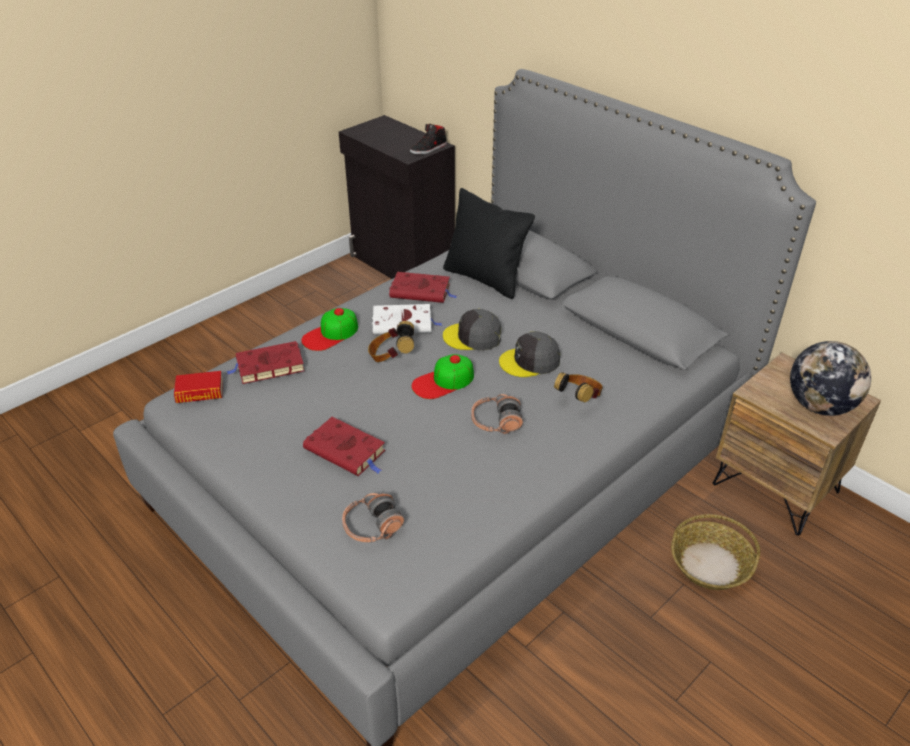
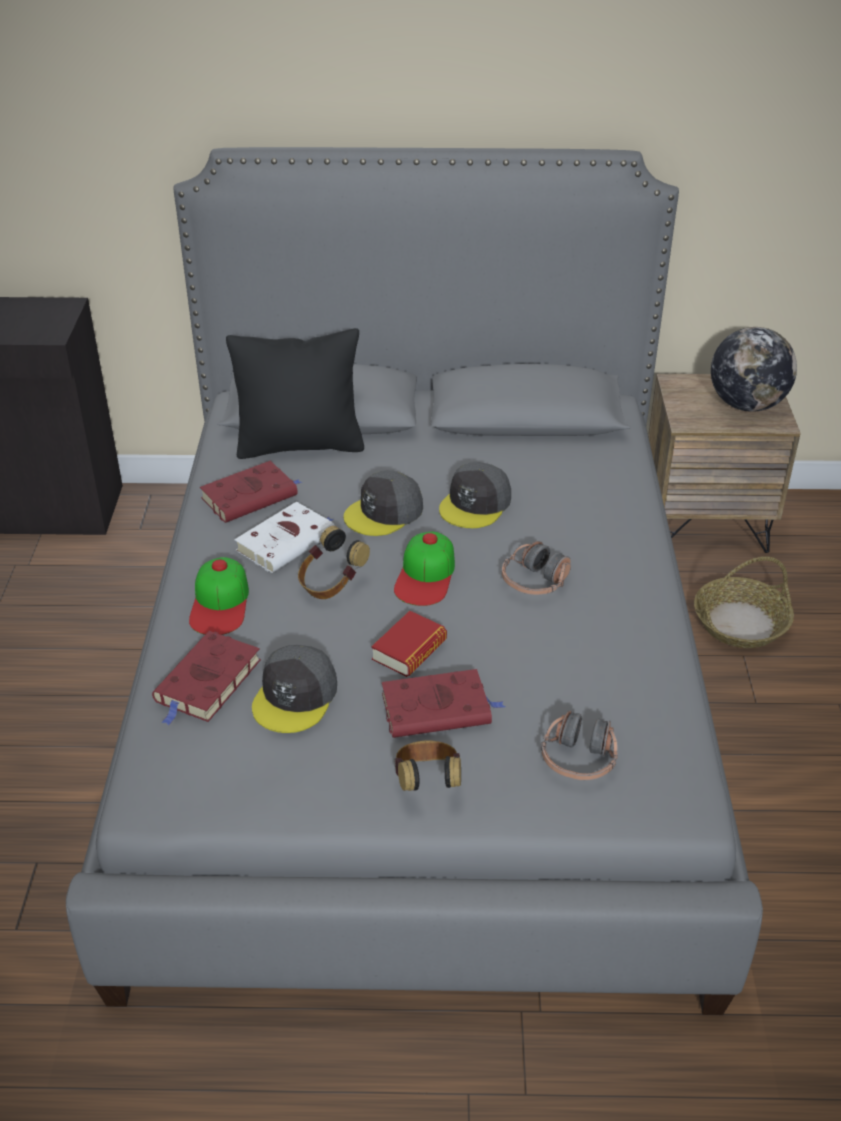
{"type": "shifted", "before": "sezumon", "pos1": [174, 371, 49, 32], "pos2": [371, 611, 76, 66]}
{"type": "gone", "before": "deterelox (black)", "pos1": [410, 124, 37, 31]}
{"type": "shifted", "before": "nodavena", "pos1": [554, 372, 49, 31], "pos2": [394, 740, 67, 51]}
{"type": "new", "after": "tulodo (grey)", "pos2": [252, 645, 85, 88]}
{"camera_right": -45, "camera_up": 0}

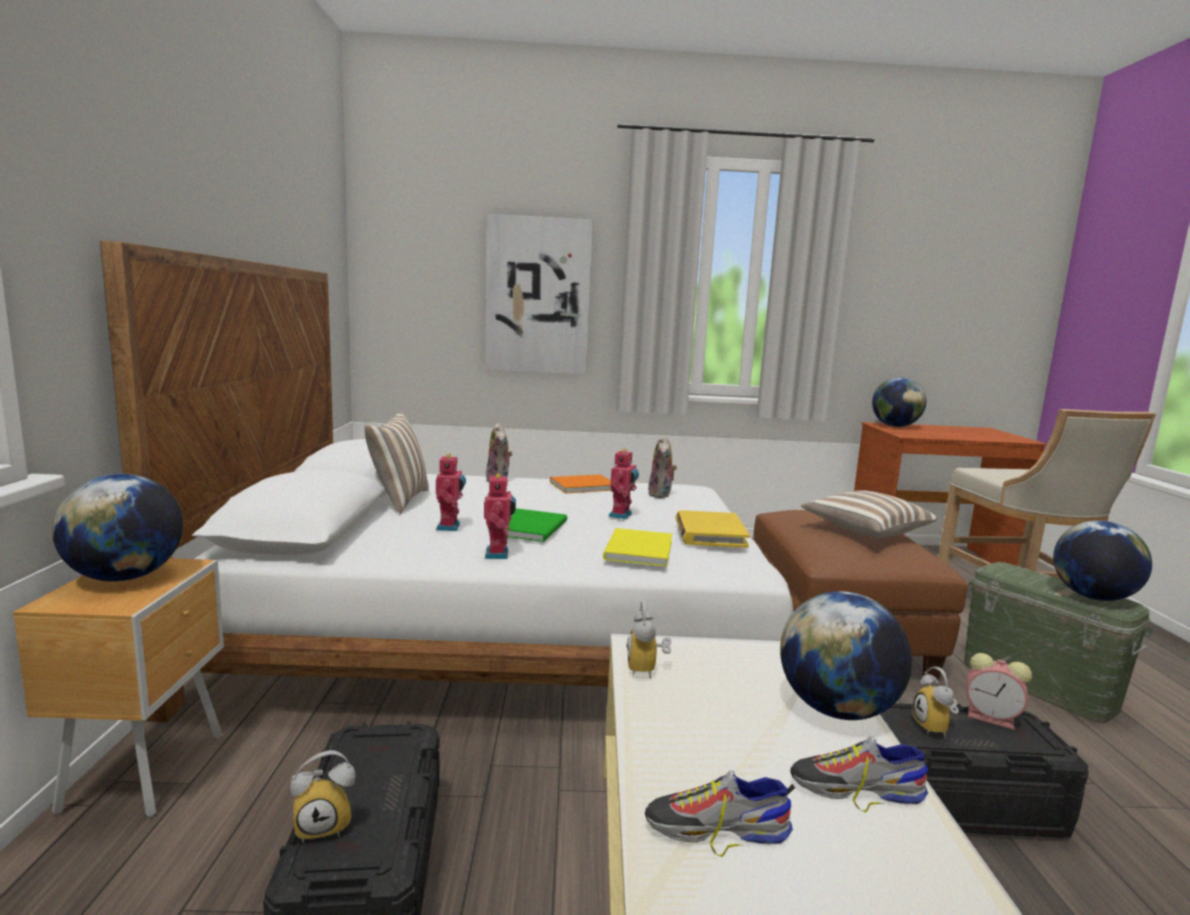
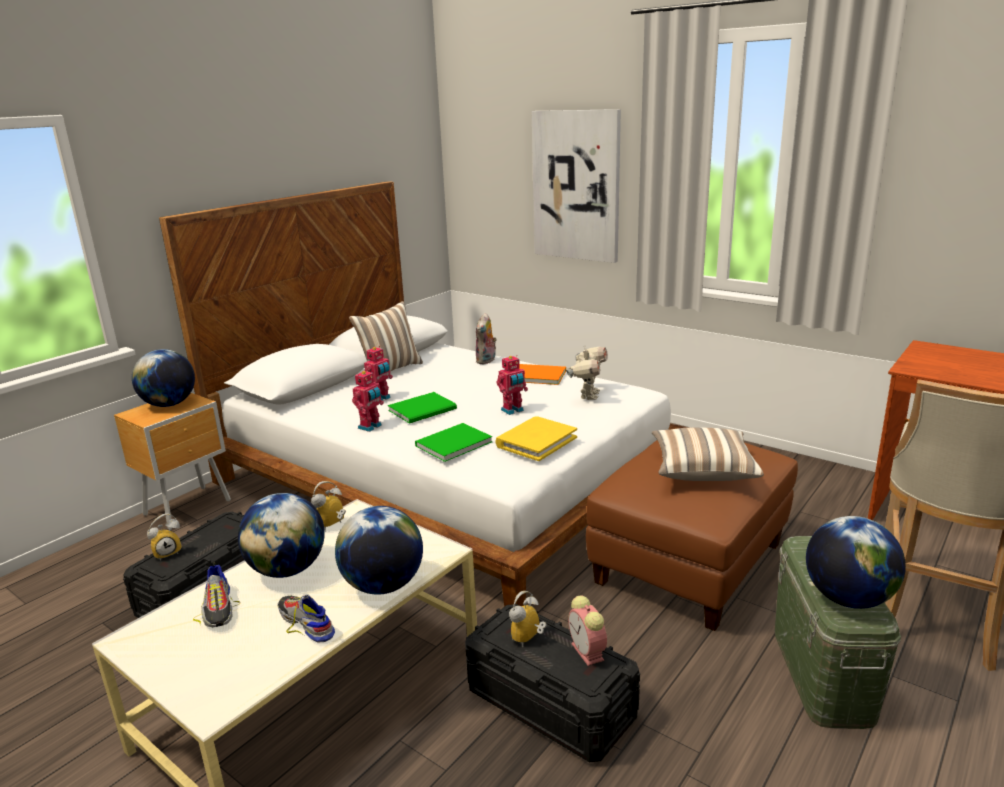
{"type": "rotated", "before": "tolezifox", "pos1": [290, 750, 66, 92], "pos2": [147, 513, 35, 48], "turn": -60}
{"type": "repainted", "before": "sezumon (yellow)", "after": "sezumon (green)", "pos1": [603, 528, 69, 39], "pos2": [415, 423, 78, 39]}
{"type": "rotated", "before": "deterelox", "pos1": [645, 770, 150, 87], "pos2": [193, 562, 47, 65], "turn": -150}
{"type": "swapped", "before": "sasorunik", "after": "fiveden", "pos1": [648, 435, 29, 63], "pos2": [566, 346, 42, 54]}
{"type": "shifted", "before": "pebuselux", "pos1": [872, 377, 54, 50], "pos2": [238, 493, 87, 85]}
{"camera_right": 40, "camera_up": 10}

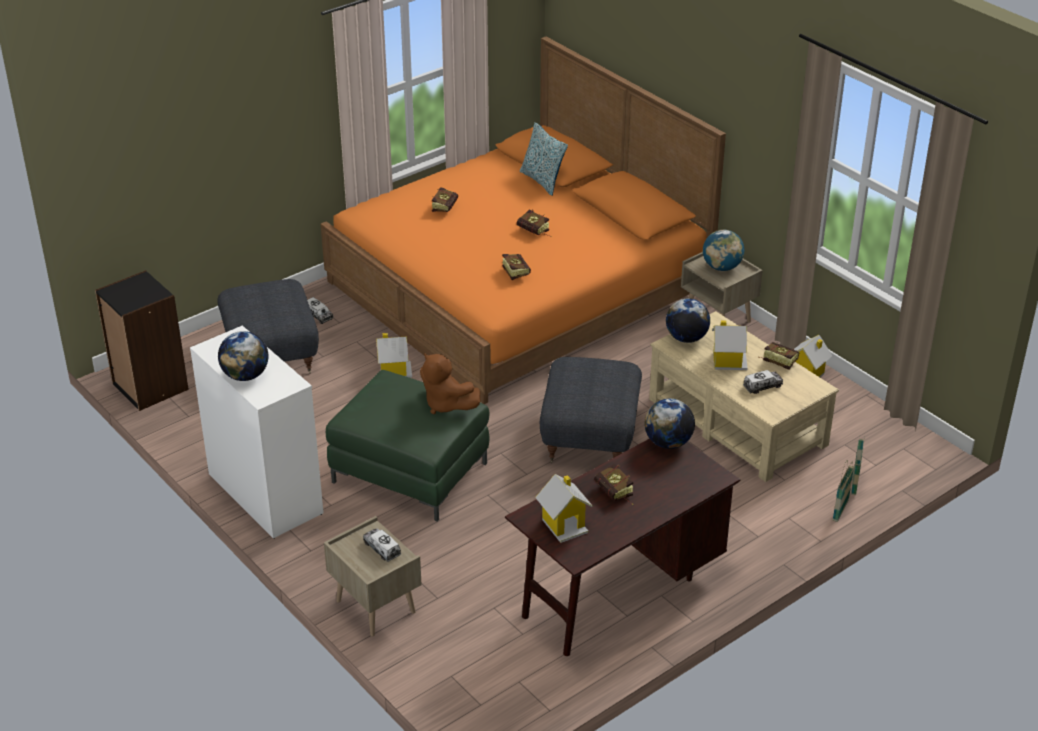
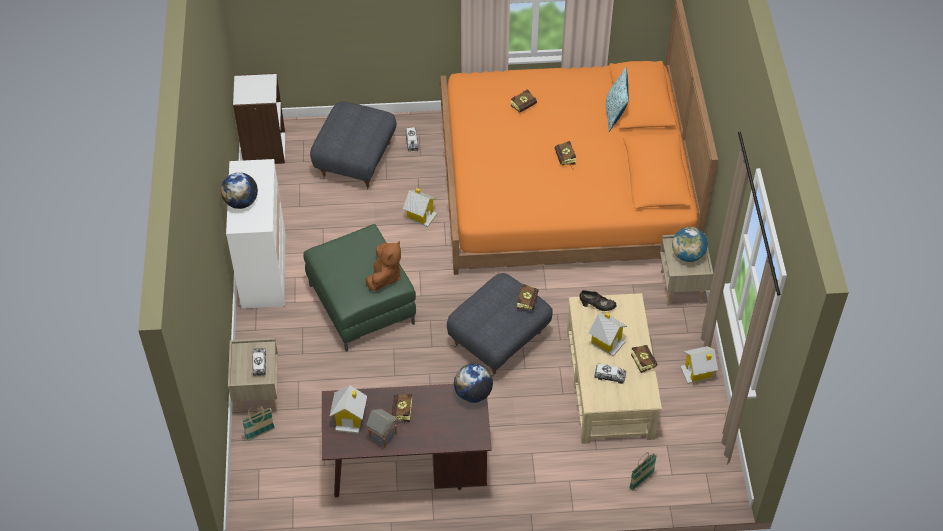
{"type": "repainted", "before": "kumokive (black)", "after": "kumokive (white)", "pos1": [95, 270, 94, 141], "pos2": [233, 73, 52, 91]}
{"type": "rotated", "before": "sasorunik (brown)", "pos1": [420, 352, 60, 62], "pos2": [366, 241, 35, 50], "turn": -150}
{"type": "shifted", "before": "sezumon", "pos1": [502, 254, 29, 26], "pos2": [517, 284, 22, 27]}
{"type": "swapped", "before": "pebuselux", "after": "deterelox (black)", "pos1": [666, 298, 44, 45], "pos2": [579, 290, 38, 21]}
{"type": "shifted", "before": "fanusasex", "pos1": [833, 460, 21, 62], "pos2": [242, 405, 33, 36]}
{"type": "new", "after": "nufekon", "pos2": [366, 409, 31, 39]}
{"camera_right": 35, "camera_up": 15}

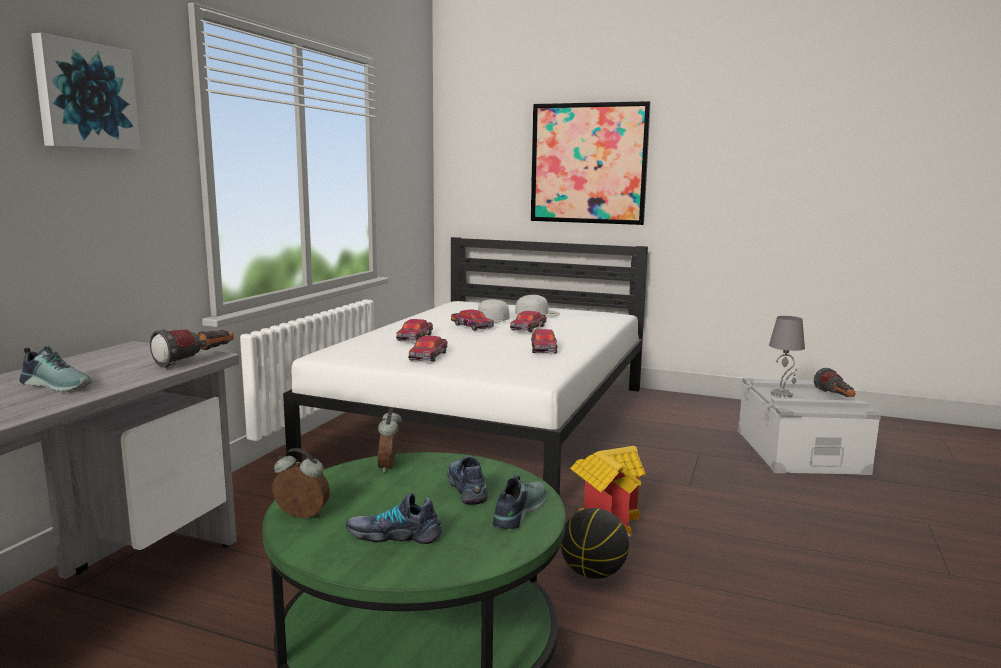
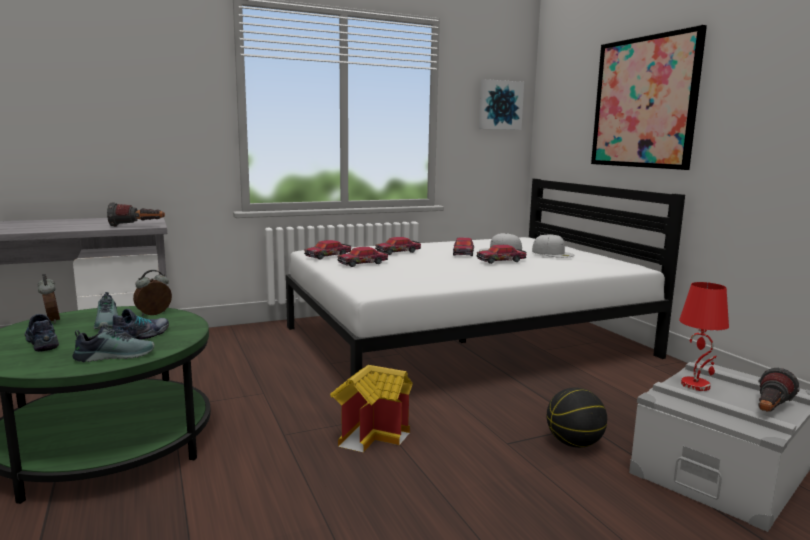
{"type": "shifted", "before": "deterelox", "pos1": [20, 346, 73, 46], "pos2": [94, 292, 24, 37]}
{"type": "shifted", "before": "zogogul", "pos1": [31, 33, 109, 117], "pos2": [479, 79, 45, 51]}
{"type": "shifted", "before": "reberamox", "pos1": [531, 329, 26, 24], "pos2": [304, 240, 47, 20]}
{"type": "shifted", "before": "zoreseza", "pos1": [561, 508, 68, 71], "pos2": [547, 387, 60, 61]}
{"type": "repainted", "before": "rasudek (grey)", "after": "rasudek (red)", "pos1": [769, 316, 36, 82], "pos2": [679, 282, 50, 109]}
{"camera_right": 45, "camera_up": 0}

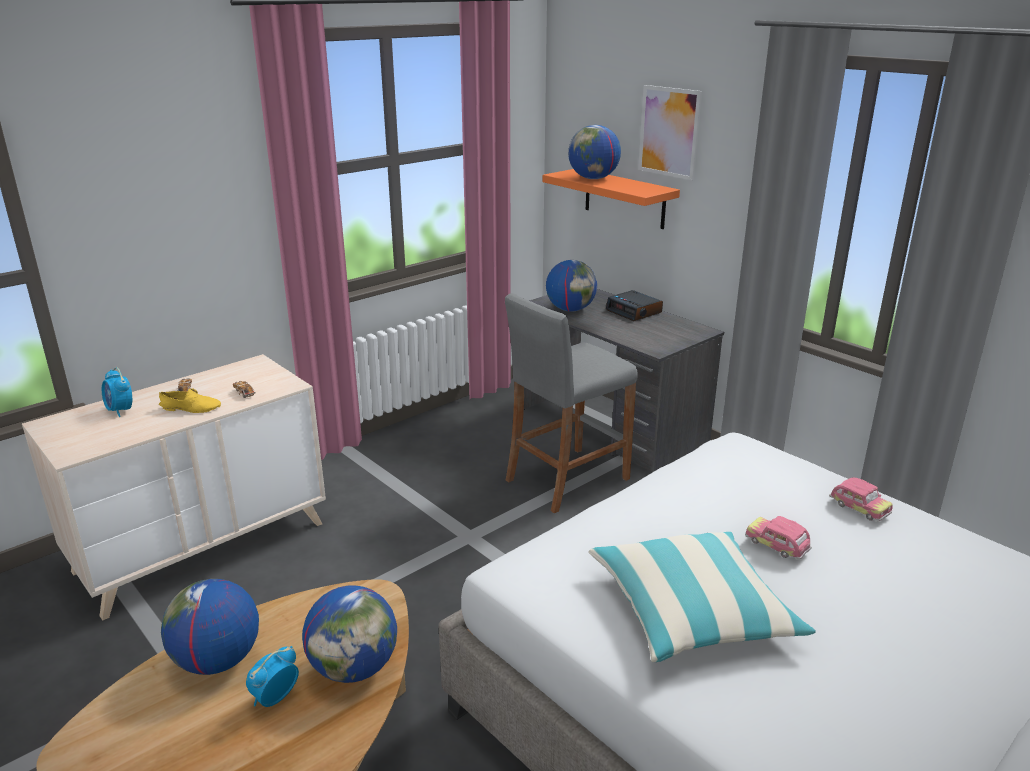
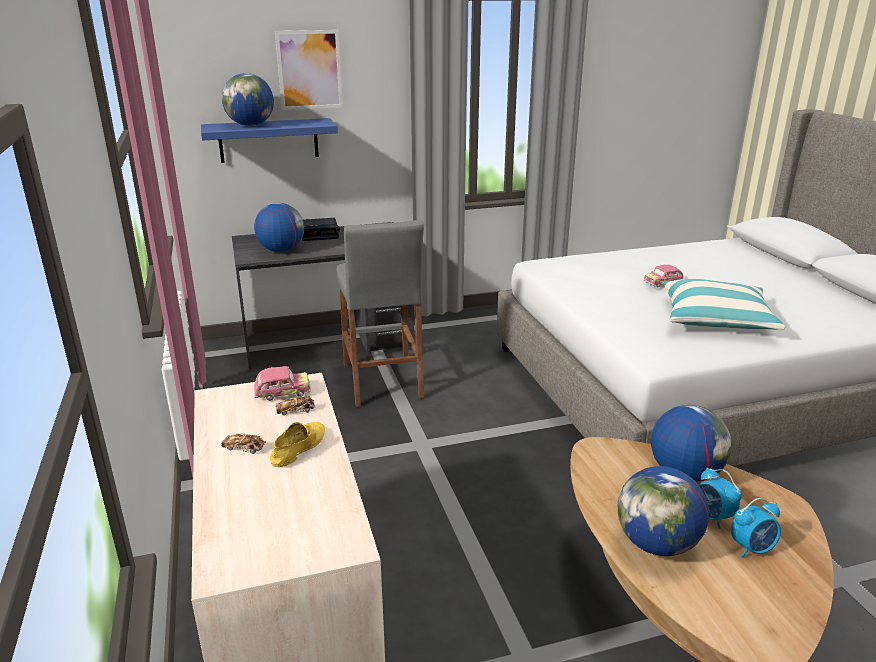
{"type": "shifted", "before": "tolezifox", "pos1": [102, 367, 30, 50], "pos2": [731, 498, 50, 60]}
{"type": "repainted", "before": "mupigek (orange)", "after": "mupigek (blue)", "pos1": [542, 169, 138, 60], "pos2": [201, 118, 137, 45]}
{"type": "shifted", "before": "reberamox", "pos1": [829, 477, 64, 44], "pos2": [254, 366, 57, 35]}
{"camera_right": -65, "camera_up": 0}

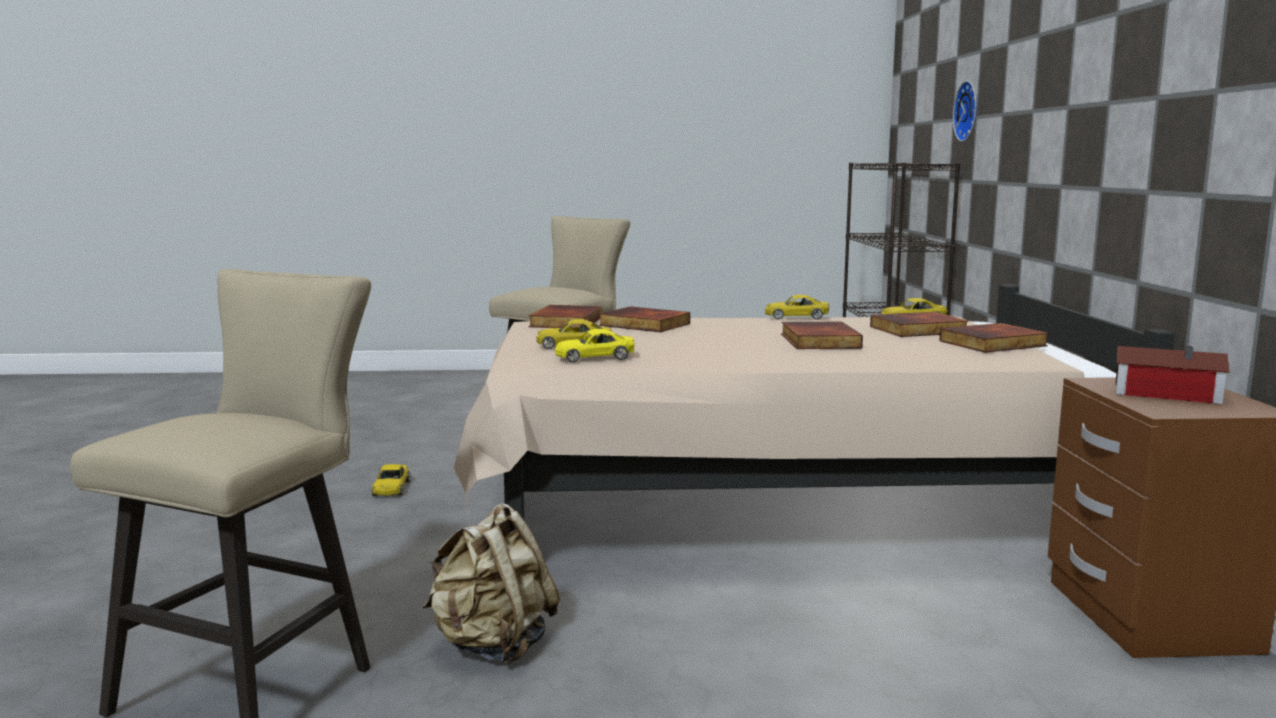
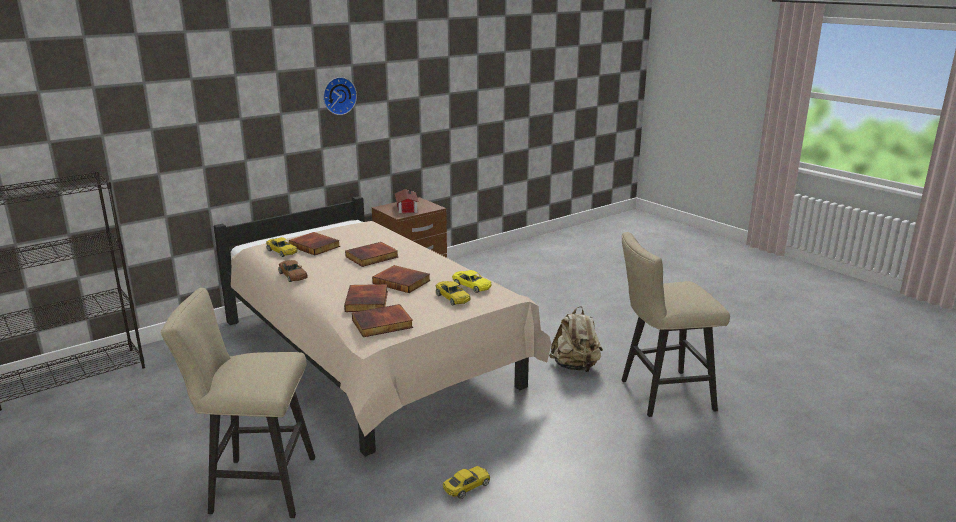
{"type": "repainted", "before": "reberamox (yellow)", "after": "reberamox (brown)", "pos1": [765, 295, 64, 25], "pos2": [278, 260, 30, 22]}
{"type": "shifted", "before": "sezumon", "pos1": [939, 323, 110, 30], "pos2": [372, 265, 59, 28]}
{"type": "shifted", "before": "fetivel", "pos1": [953, 81, 24, 61], "pos2": [323, 77, 34, 38]}
{"camera_right": -125, "camera_up": 10}

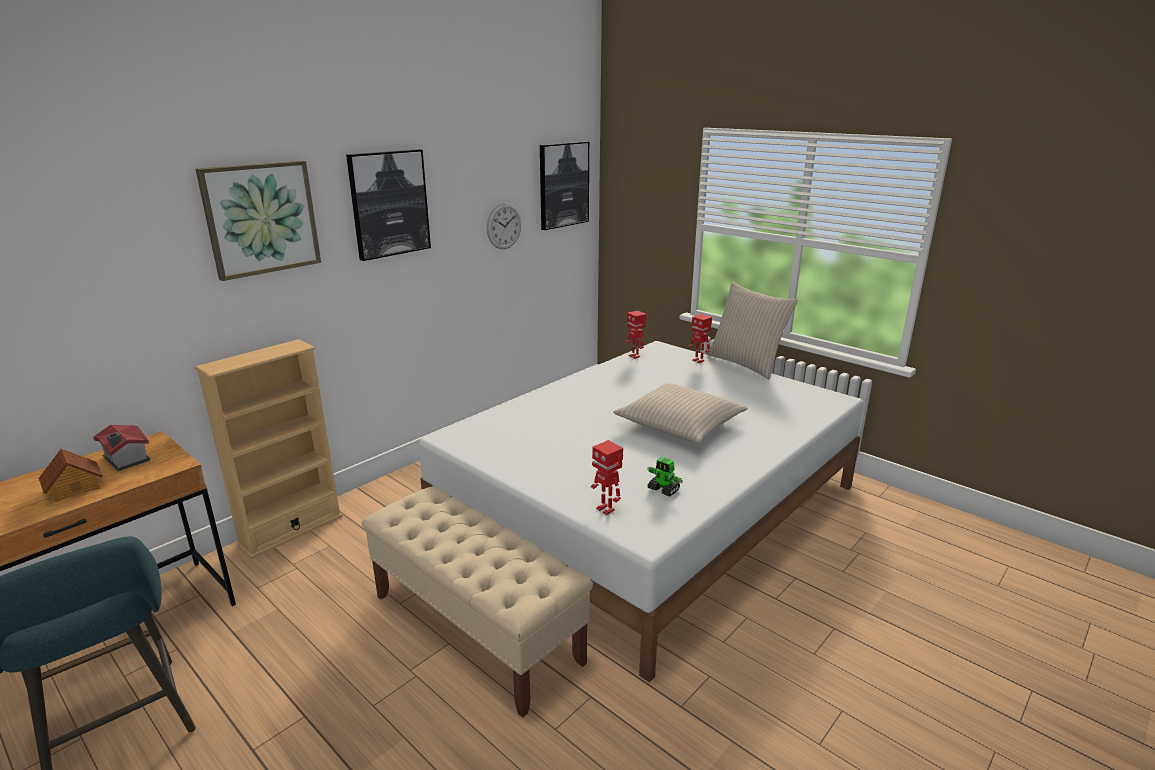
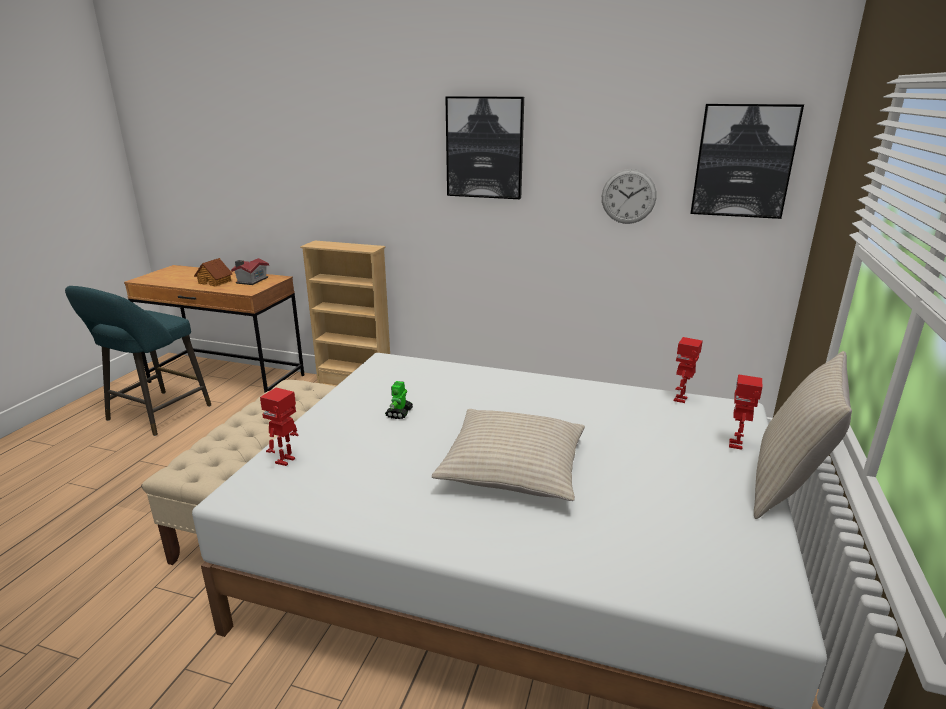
{"type": "gone", "before": "zogogul", "pos1": [196, 160, 125, 121]}
{"type": "shifted", "before": "fiveden", "pos1": [647, 457, 36, 39], "pos2": [385, 381, 28, 38]}
{"camera_right": 65, "camera_up": 0}

